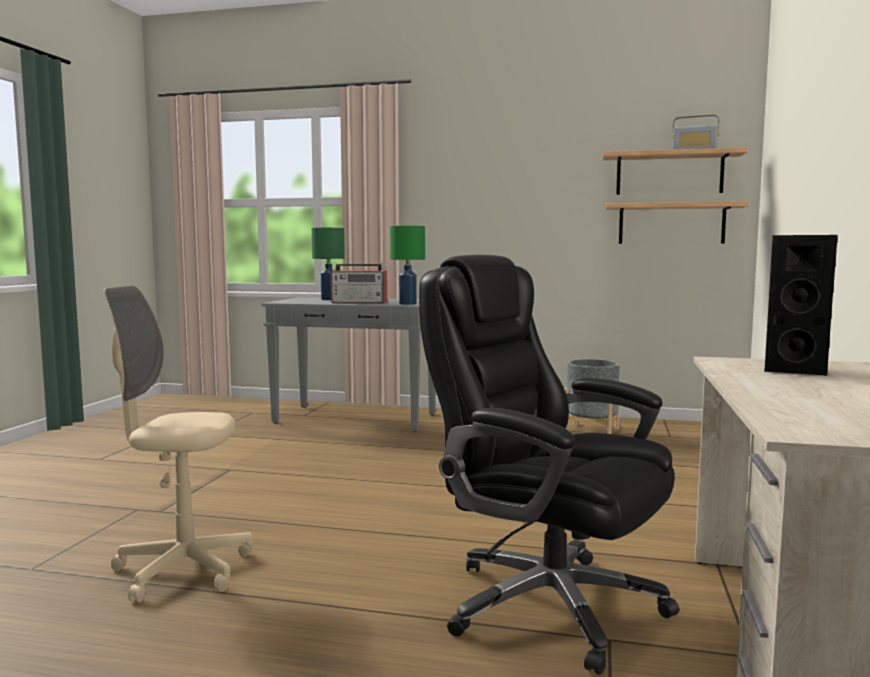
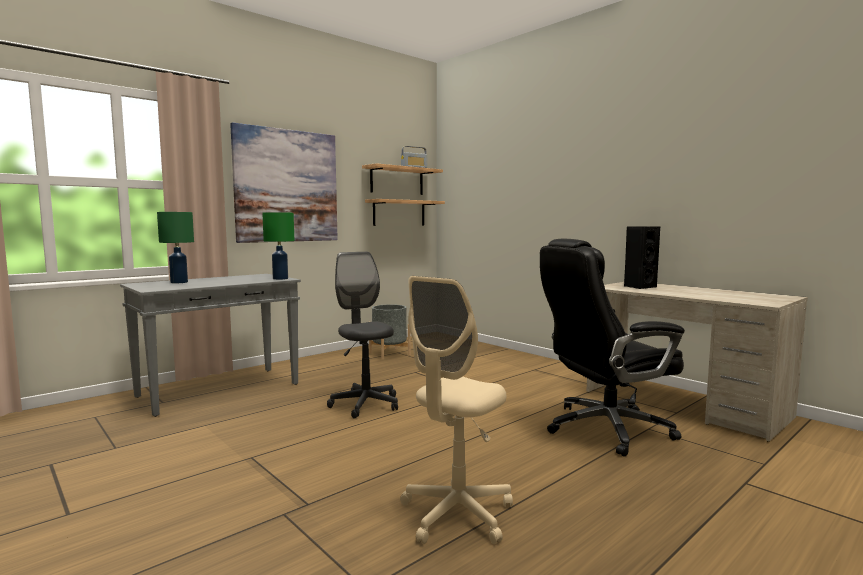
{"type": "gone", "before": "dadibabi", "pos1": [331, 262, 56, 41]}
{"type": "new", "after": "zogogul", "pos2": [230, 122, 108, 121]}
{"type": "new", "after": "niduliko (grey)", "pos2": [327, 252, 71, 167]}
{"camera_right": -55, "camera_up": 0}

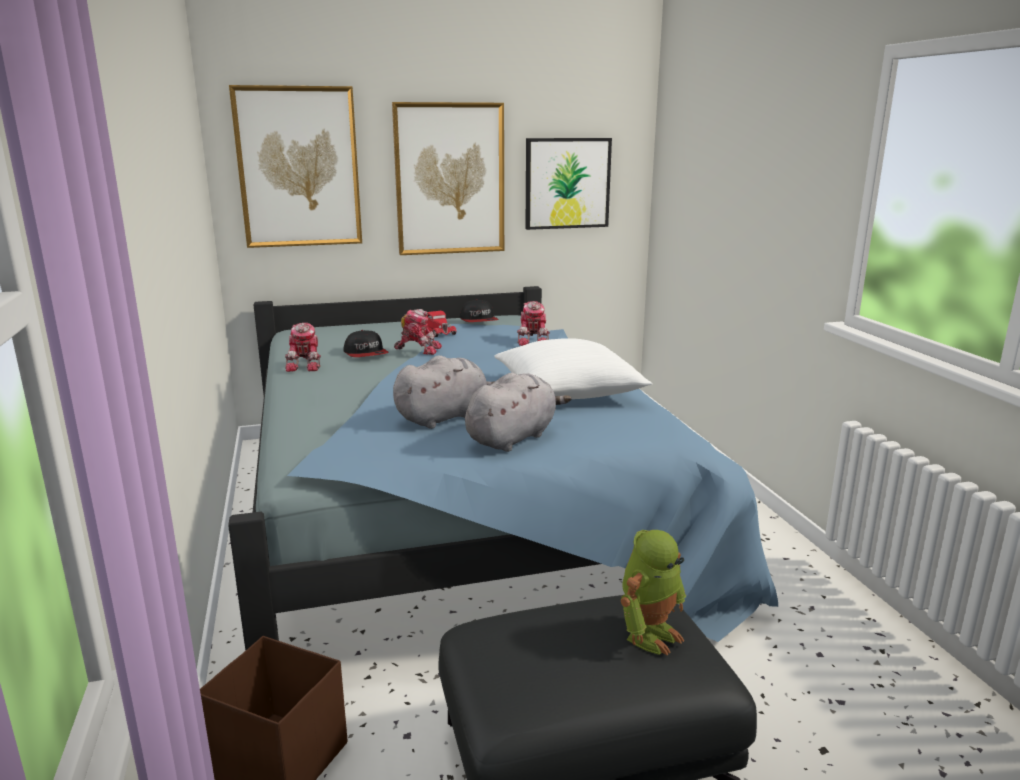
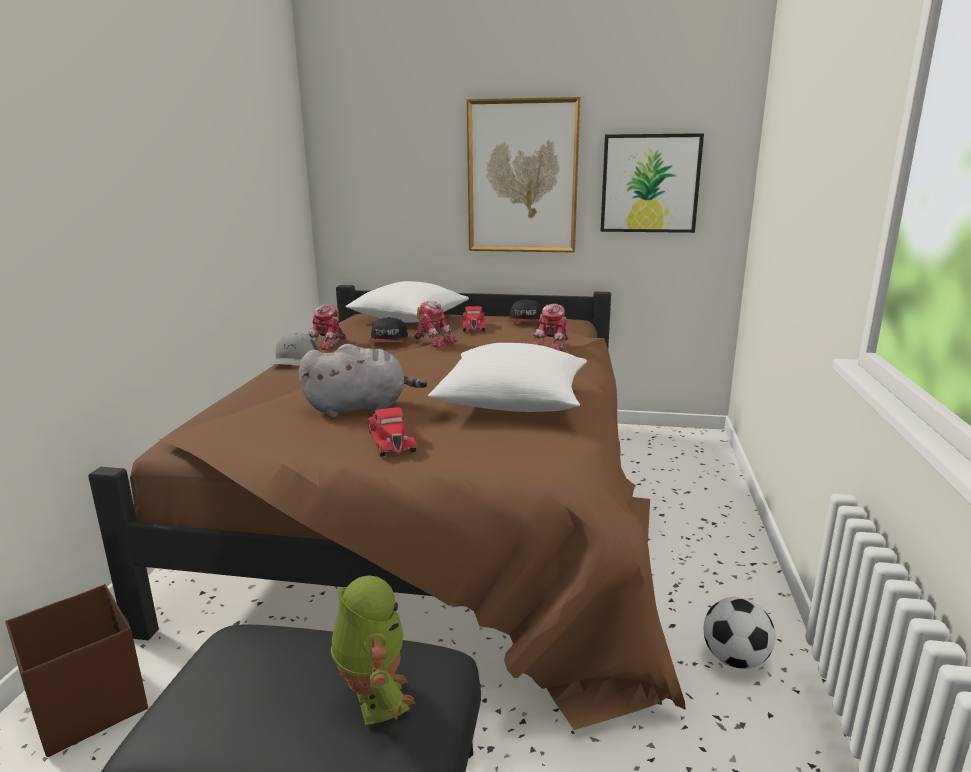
{"type": "repainted", "before": "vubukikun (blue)", "after": "vubukikun (brown)", "pos1": [228, 286, 550, 365], "pos2": [88, 285, 598, 445]}
{"type": "gone", "before": "zogogul", "pos1": [229, 85, 133, 163]}
{"type": "swapped", "before": "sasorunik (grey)", "after": "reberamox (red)", "pos1": [465, 373, 106, 79], "pos2": [368, 407, 49, 50]}
{"type": "rotated", "before": "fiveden", "pos1": [621, 530, 65, 125], "pos2": [331, 575, 84, 150], "turn": -90}
{"type": "new", "after": "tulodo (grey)", "pos2": [269, 333, 50, 33]}
{"type": "new", "after": "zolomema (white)", "pos2": [345, 281, 124, 42]}
{"type": "new", "after": "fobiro", "pos2": [704, 597, 71, 72]}
{"camera_right": 25, "camera_up": 0}

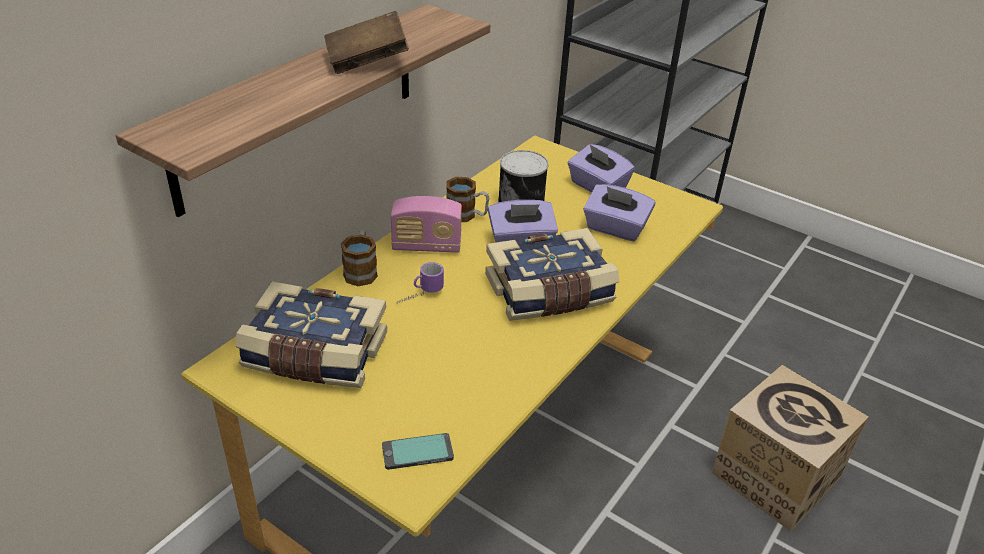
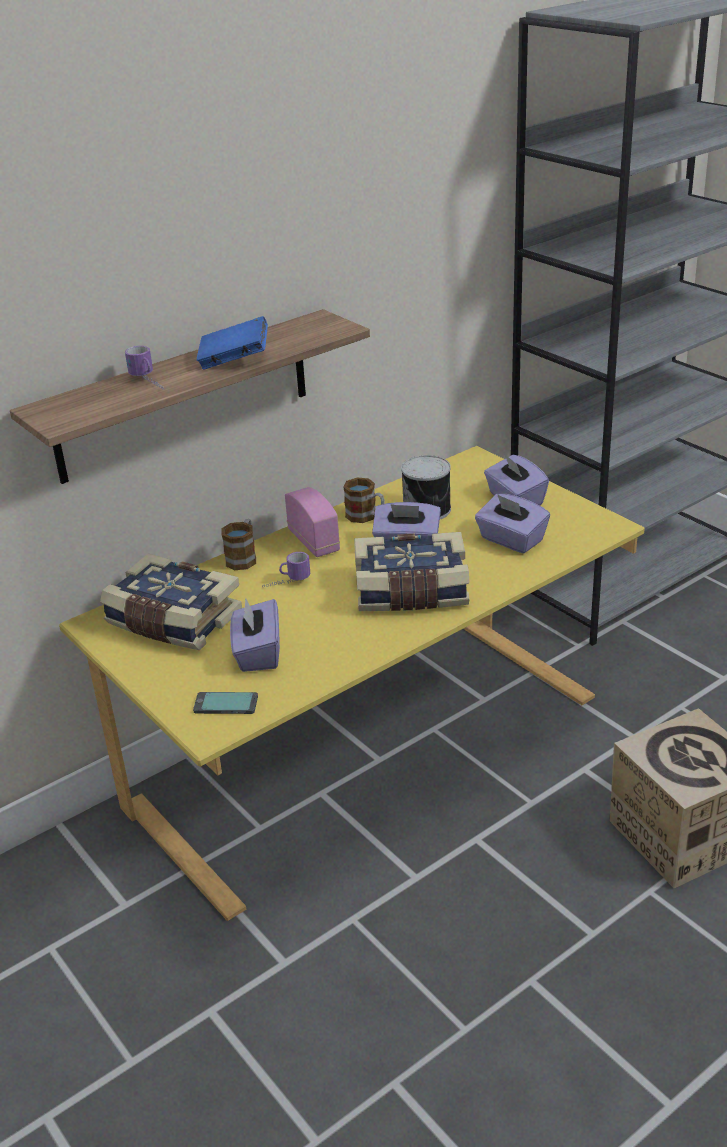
{"type": "repainted", "before": "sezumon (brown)", "after": "sezumon (blue)", "pos1": [324, 11, 85, 63], "pos2": [197, 316, 71, 54]}
{"type": "rotated", "before": "dadibabi", "pos1": [391, 196, 71, 57], "pos2": [285, 487, 55, 70], "turn": -135}
{"type": "new", "after": "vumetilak", "pos2": [125, 346, 39, 44]}
{"type": "new", "after": "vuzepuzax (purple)", "pos2": [230, 598, 50, 74]}
{"camera_right": 20, "camera_up": -5}

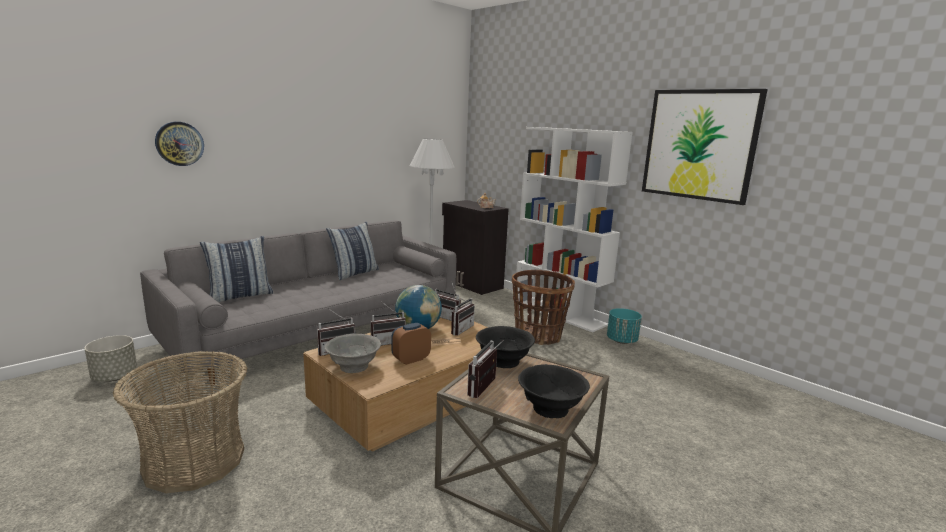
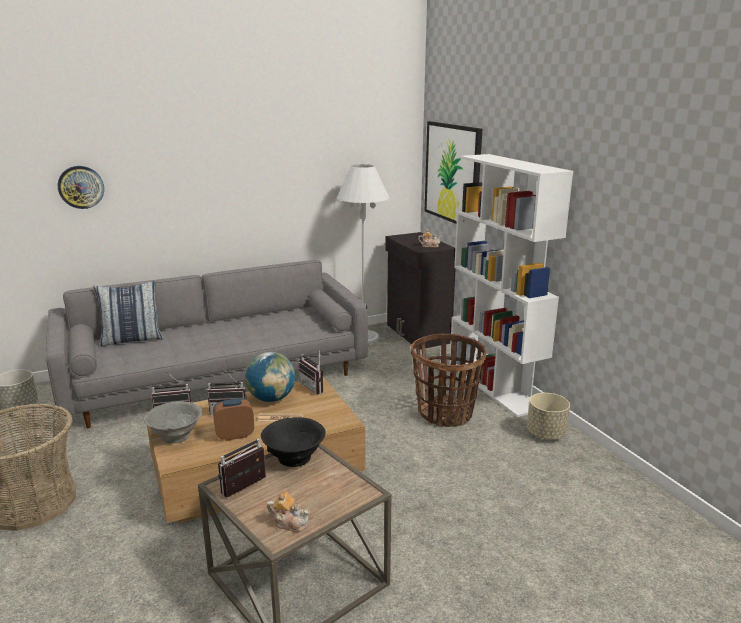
{"type": "gone", "before": "zolomema", "pos1": [326, 222, 53, 58]}
{"type": "gone", "before": "dadibabi", "pos1": [451, 293, 24, 43]}
{"type": "swapped", "before": "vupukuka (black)", "after": "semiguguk", "pos1": [518, 364, 72, 54], "pos2": [267, 492, 43, 40]}
{"type": "repainted", "before": "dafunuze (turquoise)", "after": "dafunuze (beige)", "pos1": [607, 308, 35, 36], "pos2": [527, 393, 43, 46]}
{"type": "shifted", "before": "zogogul", "pos1": [642, 89, 126, 116], "pos2": [425, 121, 57, 103]}
{"camera_right": 20, "camera_up": 5}

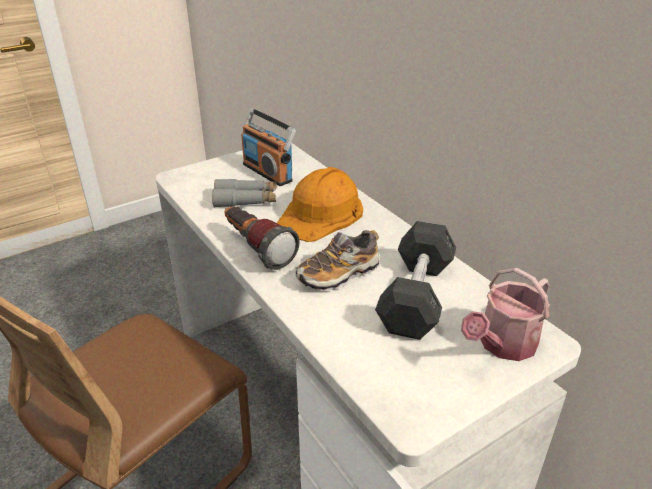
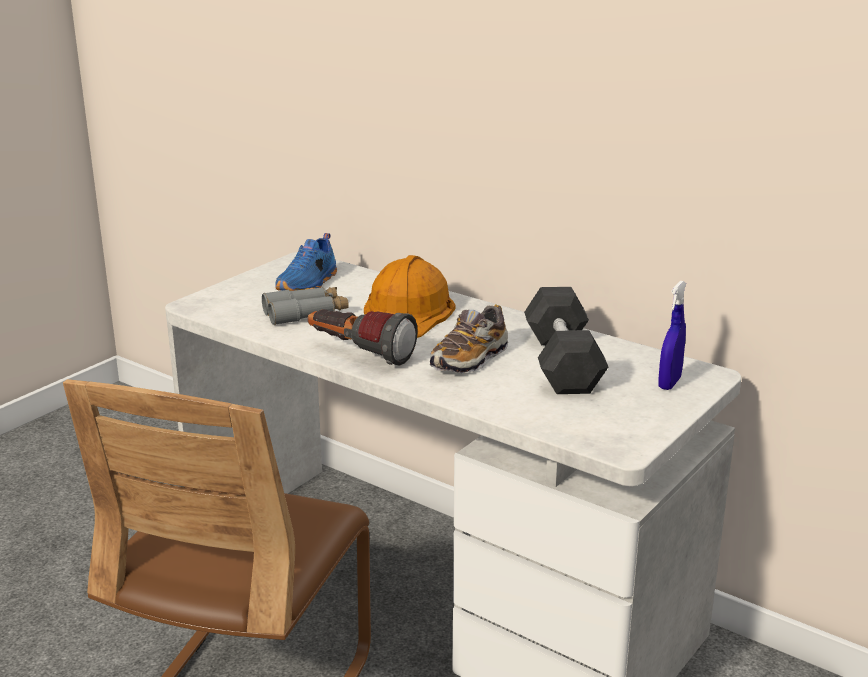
{"type": "swapped", "before": "dadibabi", "after": "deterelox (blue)", "pos1": [241, 108, 55, 78], "pos2": [275, 233, 62, 58]}
{"type": "swapped", "before": "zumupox", "after": "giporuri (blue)", "pos1": [461, 268, 89, 93], "pos2": [658, 281, 28, 109]}
{"camera_right": -20, "camera_up": -10}

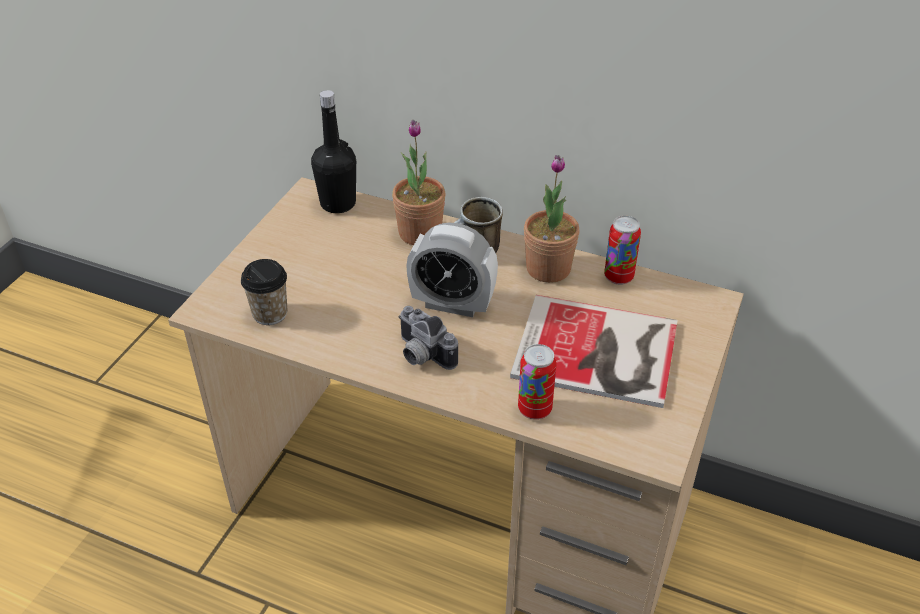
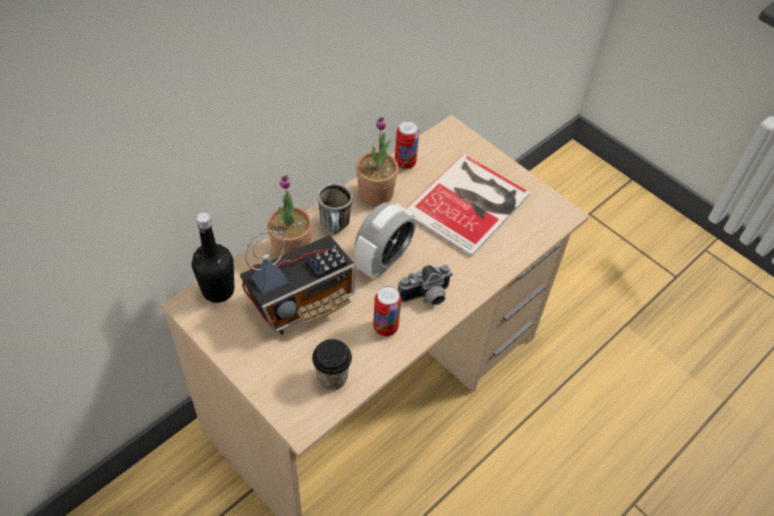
{"type": "shifted", "before": "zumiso", "pos1": [518, 344, 39, 76], "pos2": [373, 286, 28, 51]}
{"type": "new", "after": "dadibabi", "pos2": [240, 230, 115, 105]}
{"camera_right": -70, "camera_up": 10}

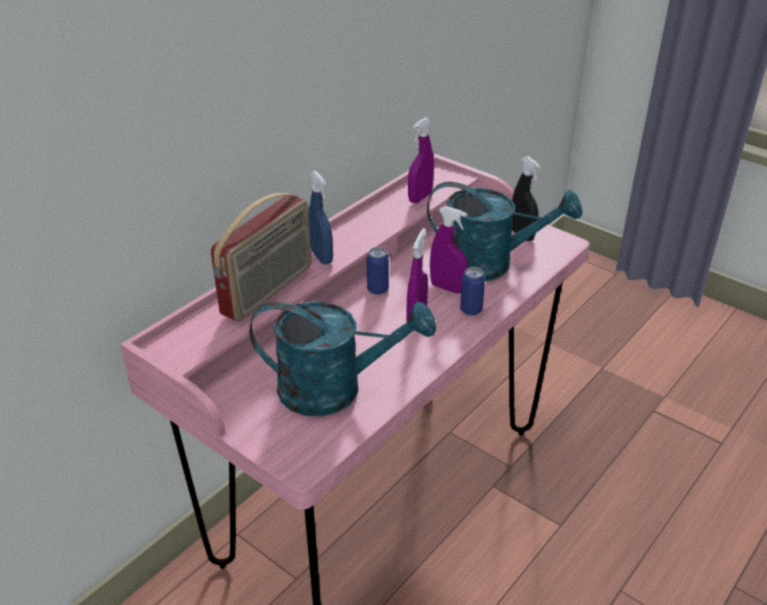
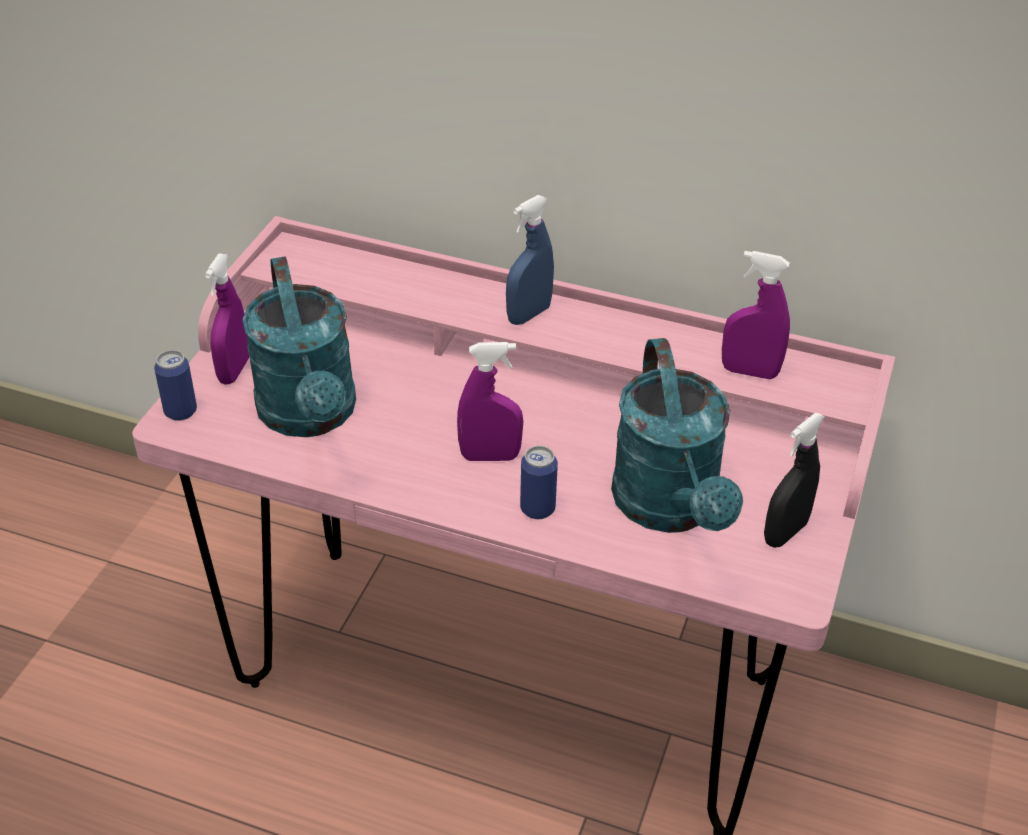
{"type": "gone", "before": "dadibabi", "pos1": [211, 193, 100, 129]}
{"type": "shifted", "before": "zumiso", "pos1": [367, 247, 22, 48], "pos2": [154, 350, 43, 71]}
{"type": "shifted", "before": "giporuri (purple)", "pos1": [430, 206, 38, 87], "pos2": [205, 253, 44, 131]}
{"camera_right": 70, "camera_up": 5}

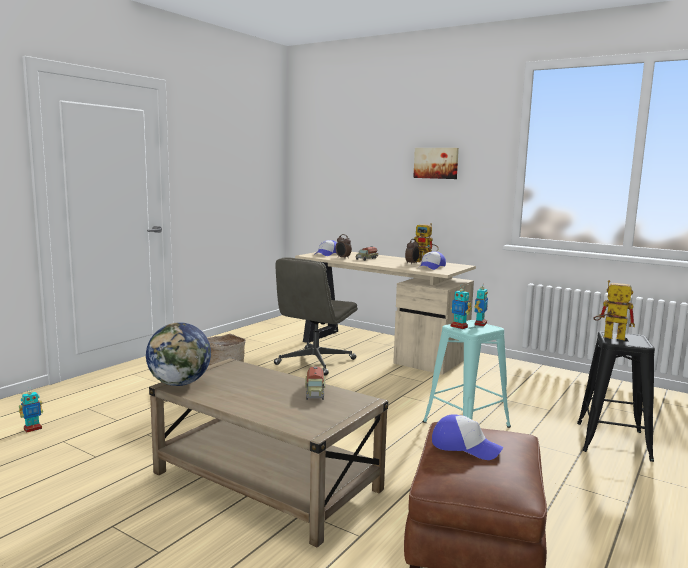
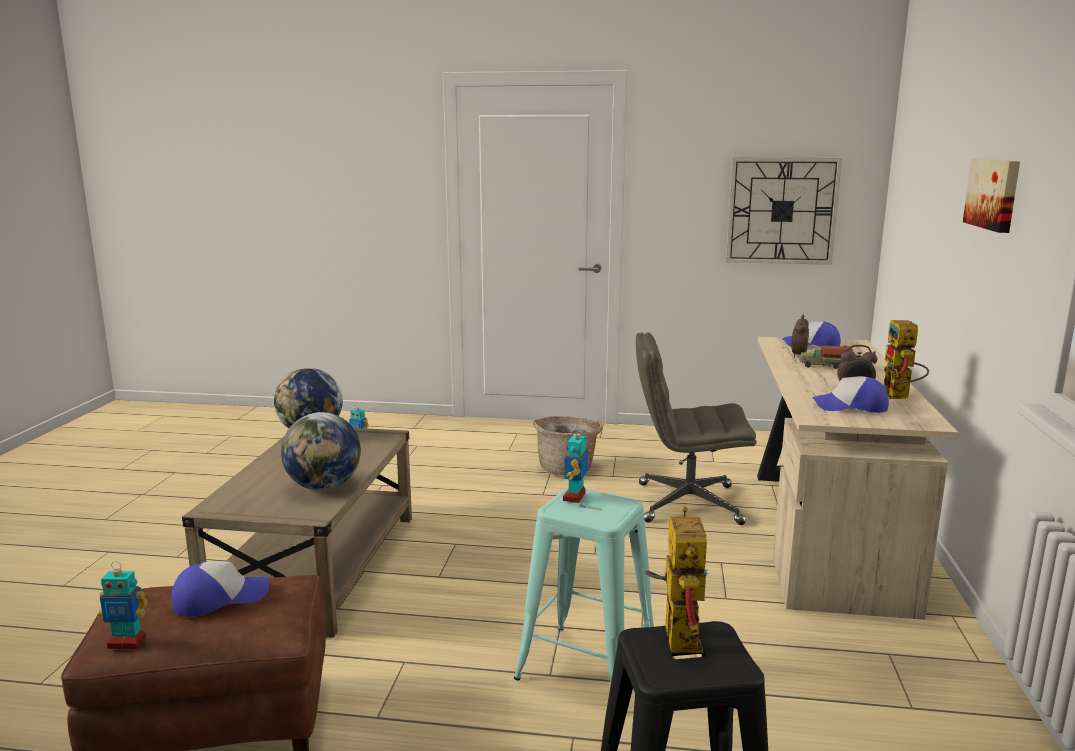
{"type": "swapped", "before": "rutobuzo", "after": "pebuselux", "pos1": [305, 366, 20, 34], "pos2": [281, 412, 80, 79]}
{"type": "rotated", "before": "tulodo", "pos1": [432, 414, 71, 46], "pos2": [171, 561, 98, 56], "turn": -120}
{"type": "shifted", "before": "fiveden", "pos1": [475, 283, 13, 43], "pos2": [99, 561, 48, 88]}
{"type": "new", "after": "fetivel", "pos2": [726, 157, 116, 108]}
{"camera_right": 65, "camera_up": 5}

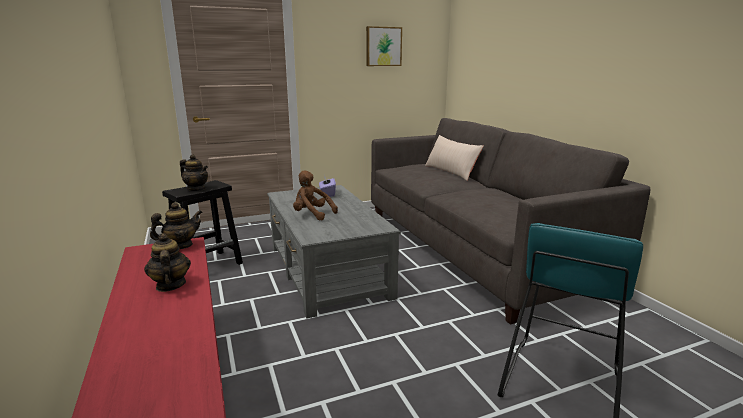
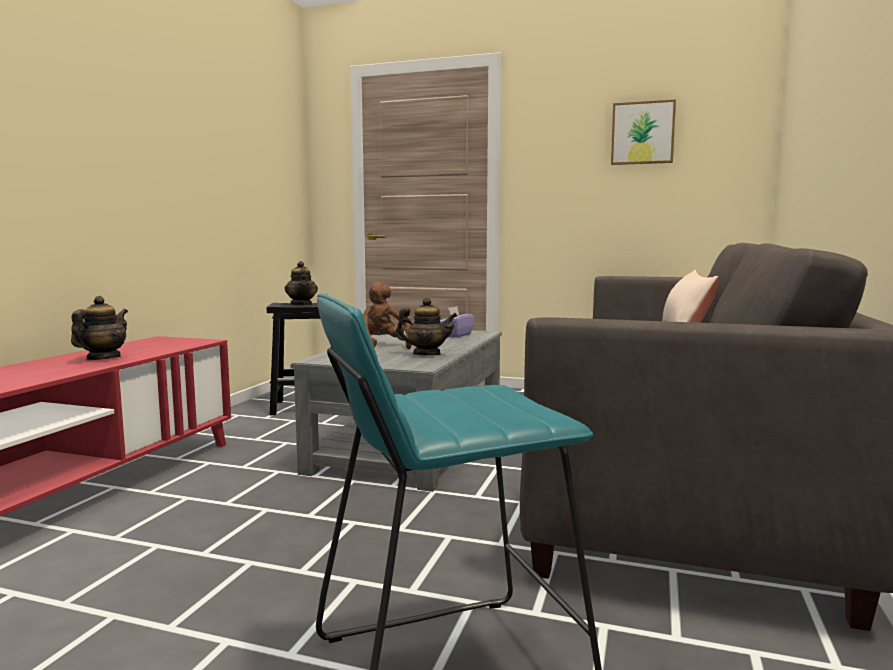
{"type": "shifted", "before": "semiguguk", "pos1": [150, 202, 53, 47], "pos2": [395, 298, 63, 57]}
{"camera_right": 40, "camera_up": -10}

